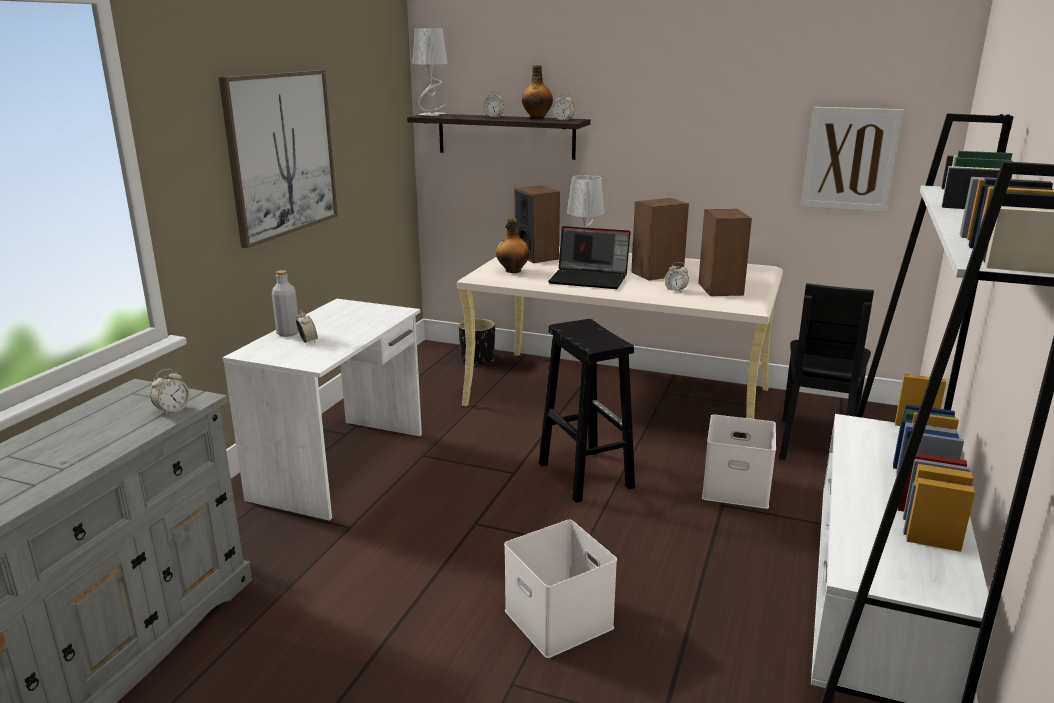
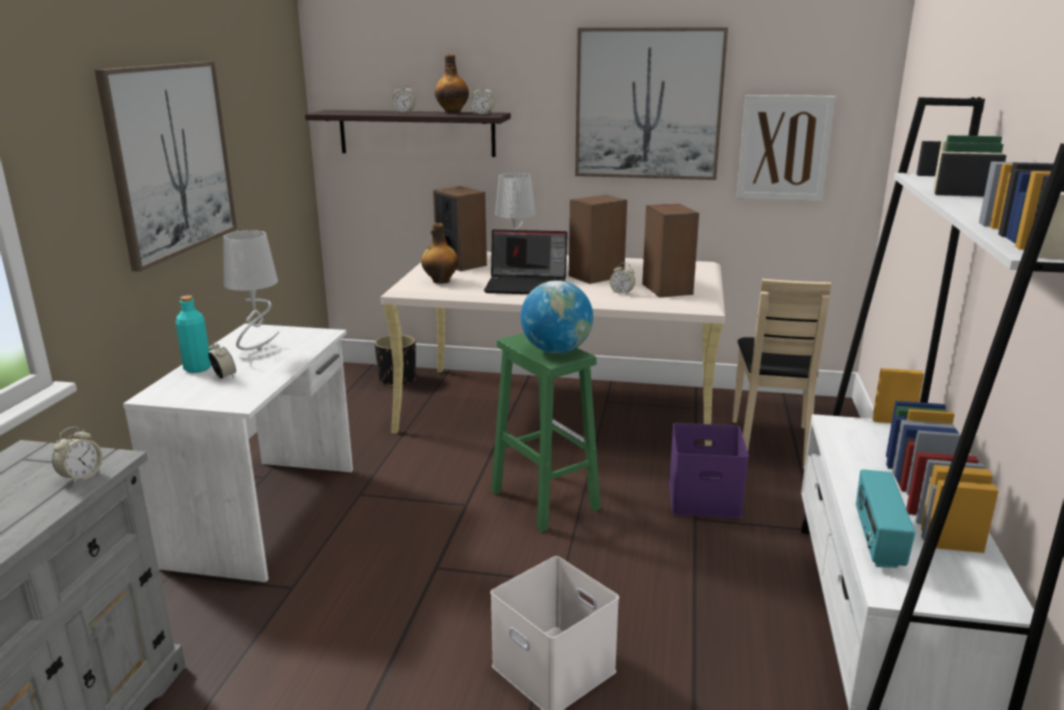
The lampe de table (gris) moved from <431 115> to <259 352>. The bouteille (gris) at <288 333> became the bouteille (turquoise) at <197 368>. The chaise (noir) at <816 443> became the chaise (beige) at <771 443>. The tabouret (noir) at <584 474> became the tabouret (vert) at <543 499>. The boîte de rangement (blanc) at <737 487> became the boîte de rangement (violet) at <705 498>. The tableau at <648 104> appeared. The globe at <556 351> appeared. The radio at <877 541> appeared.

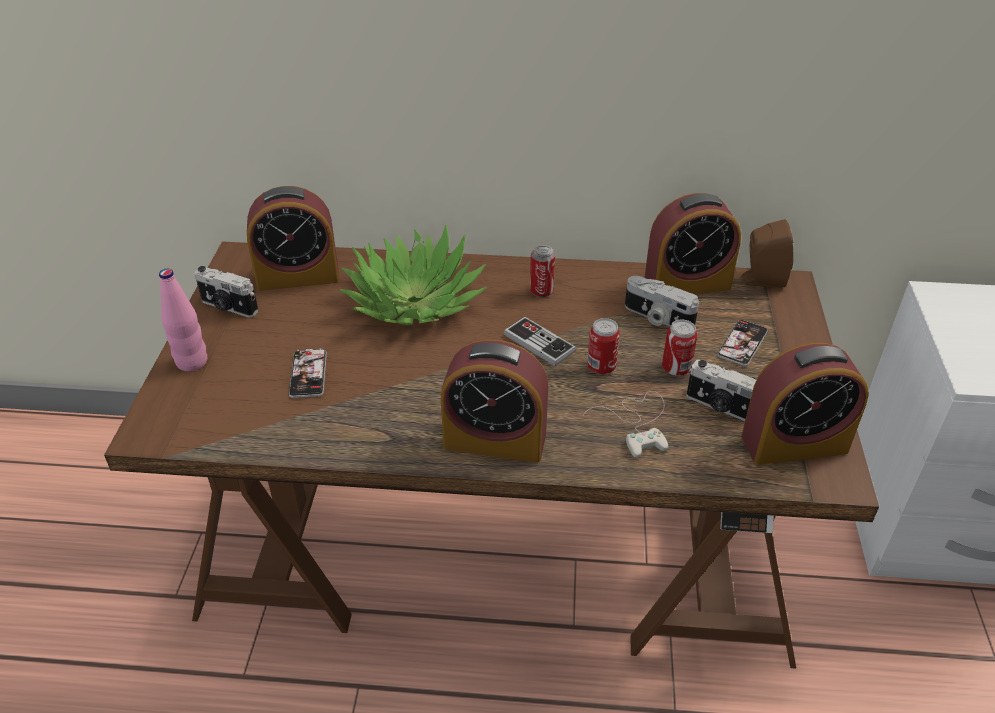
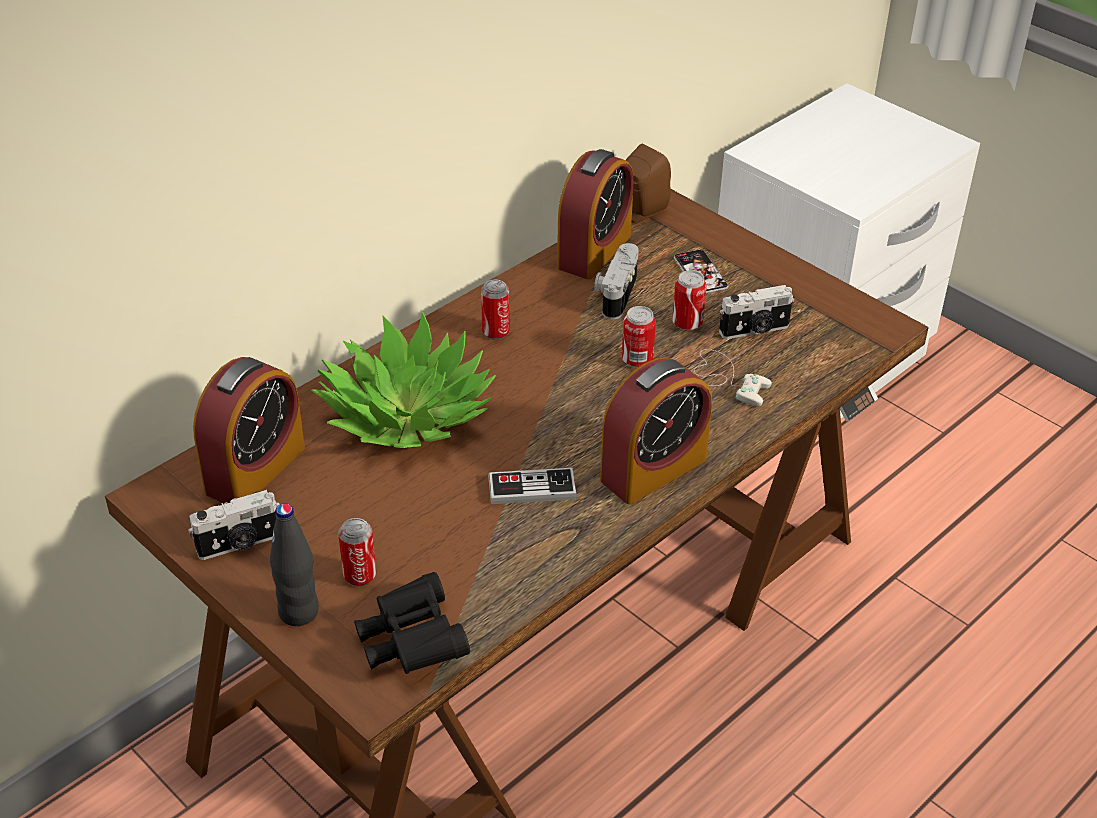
The bouteille (rose) at <192 362> became the bouteille (noir) at <299 612>. The appareil photo at <657 318> turned 120 degrees clockwise. The manette moved from <539 343> to <532 488>. The réveil at <794 443> disappeared. The téléphone at <308 374> disappeared. The boîte métallique at <359 575> appeared. The jumelles (noir) at <411 643> appeared.

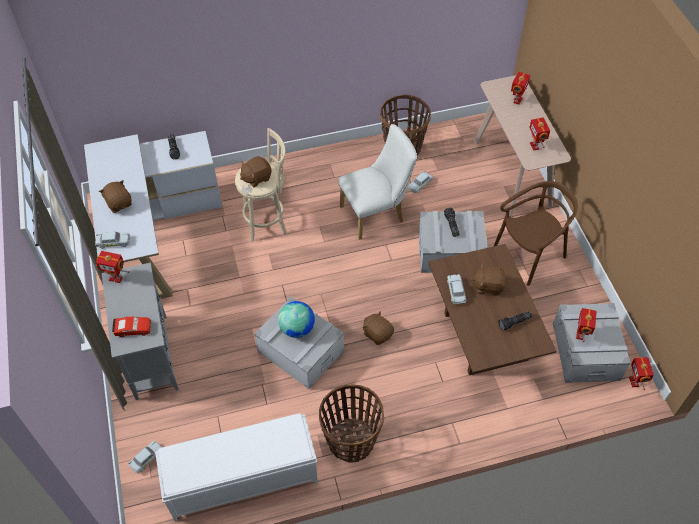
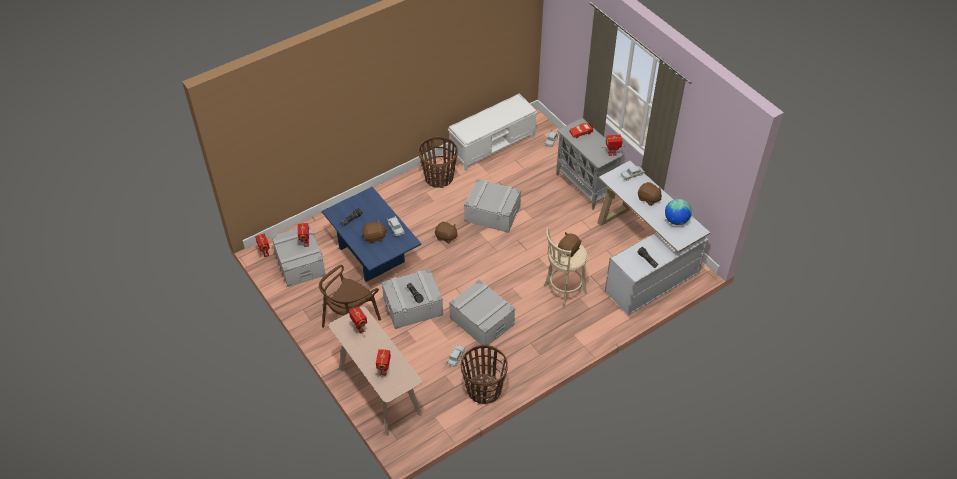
The chaise (blanc) at <376 213> was replaced by the boîte de rangement (gris) at <481 321>. The table basse (marron) at <482 336> became the table basse (bleu) at <374 254>. The globe moved from <297 328> to <676 220>.

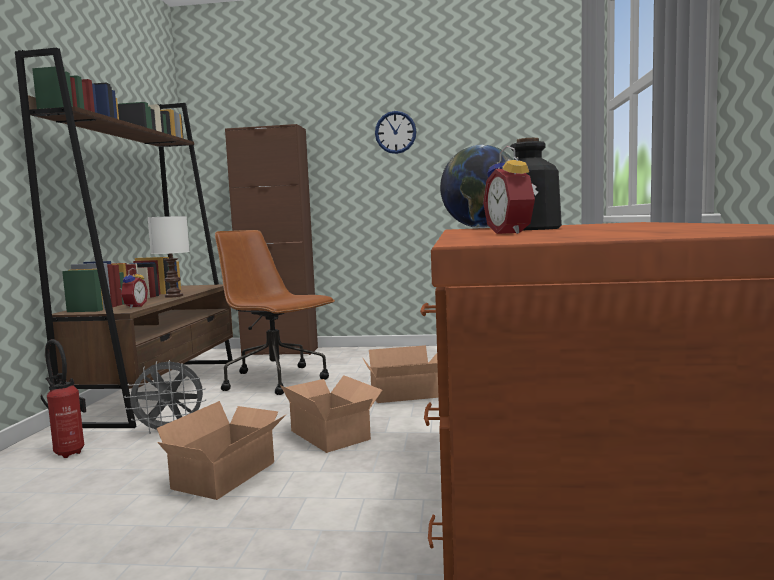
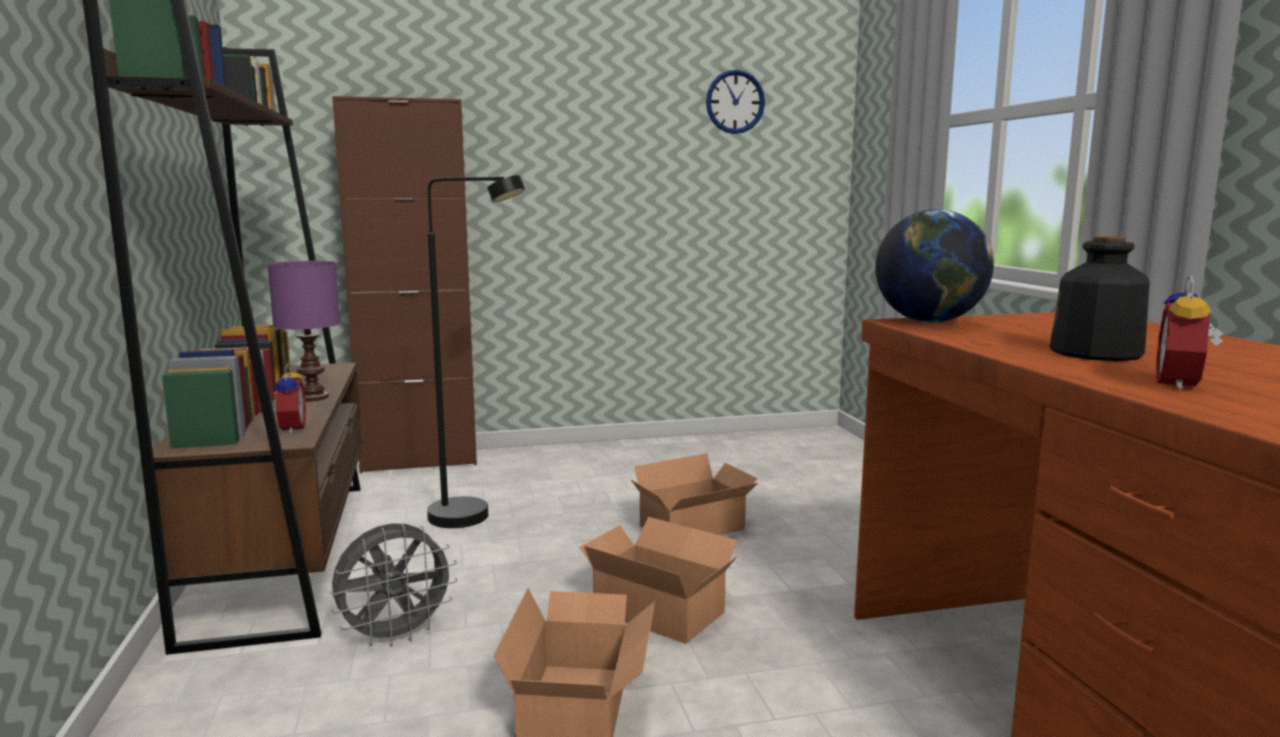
The horloge murale moved from <395 132> to <735 102>. The réveil at <512 233> turned 60 degrees clockwise. The lampe de table (blanc) at <173 296> became the lampe de table (violet) at <313 398>. The chaise de bureau (marron) at <277 380> was replaced by the lampadaire (noir) at <473 519>. The extincteur at <69 452> disappeared.

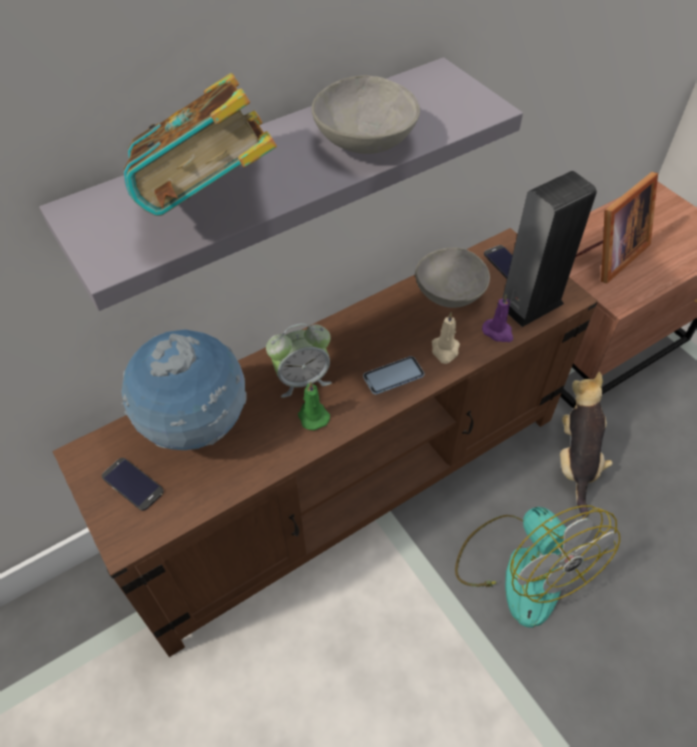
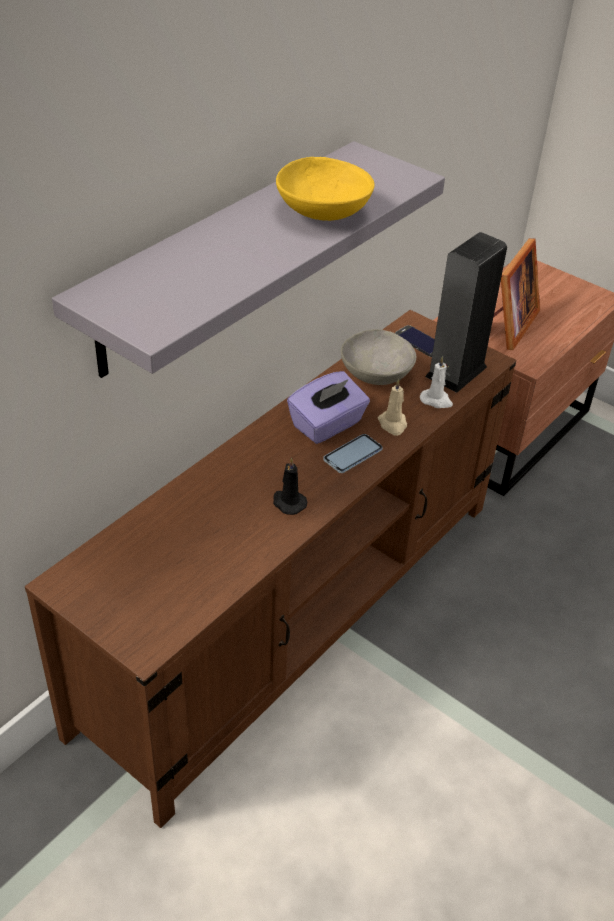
The livre at <209 201> disappeared. The bol (gris) at <364 140> became the bol (jaune) at <322 212>. The bougie (violet) at <498 332> became the bougie (blanc) at <436 400>. The réveil at <302 379> disappeared. The globe at <196 427> disappeared. The peluche at <576 461> disappeared. The bougie (vert) at <312 416> became the bougie (noir) at <288 502>. The téléphone at <132 484> disappeared. The ventilateur at <521 567> disappeared. The boîte à mouchoirs (violet) at <327 425> appeared.

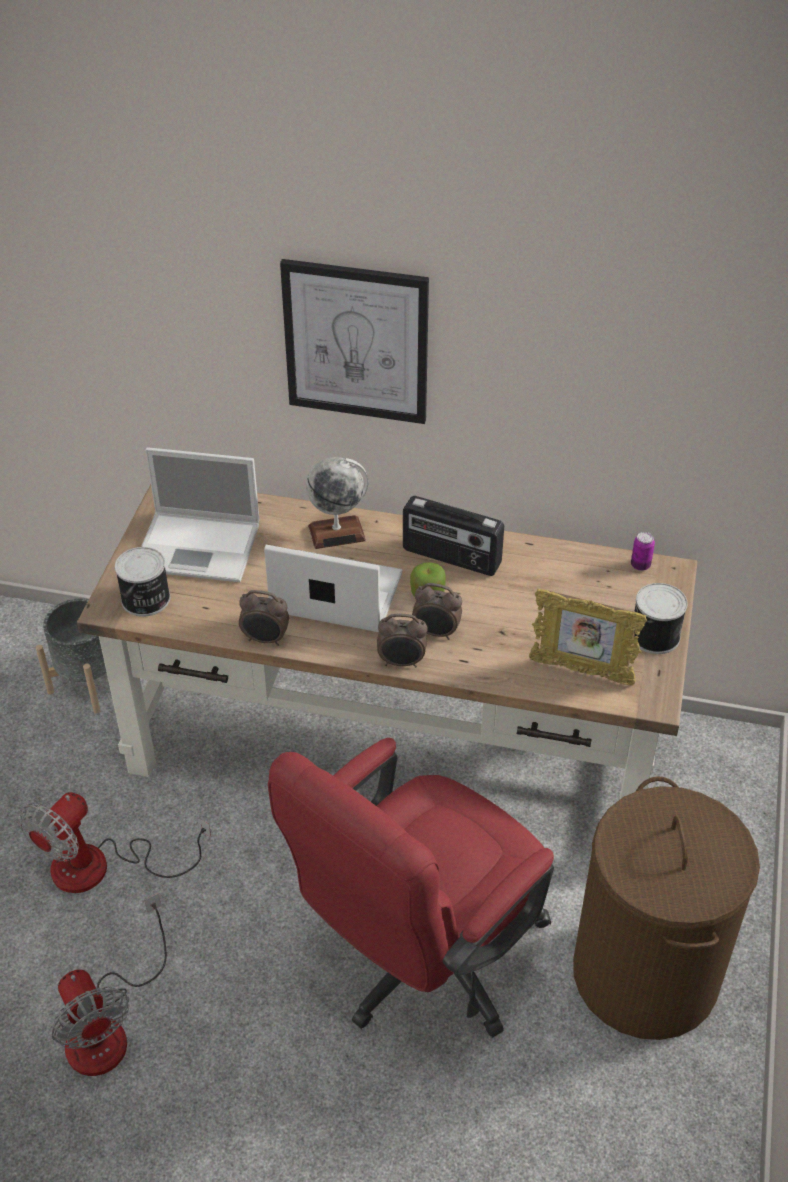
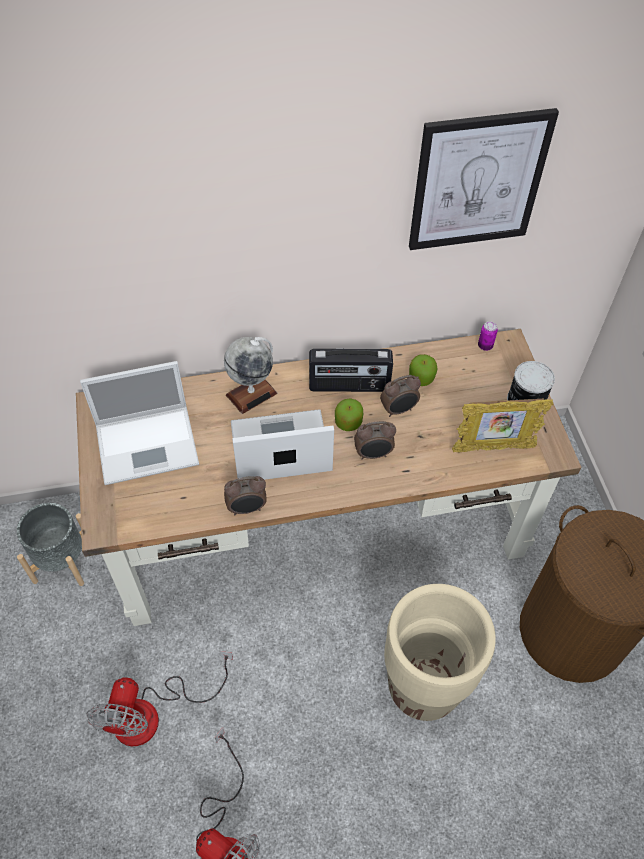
The tableau moved from <356 342> to <477 181>. The boîte métallique at <146 600> disappeared. The réveil moved from <401 662> to <399 410>. The chaise de bureau (rouge) at <419 962> was replaced by the cache-pot (beige) at <422 688>. The pomme at <421 378> appeared.

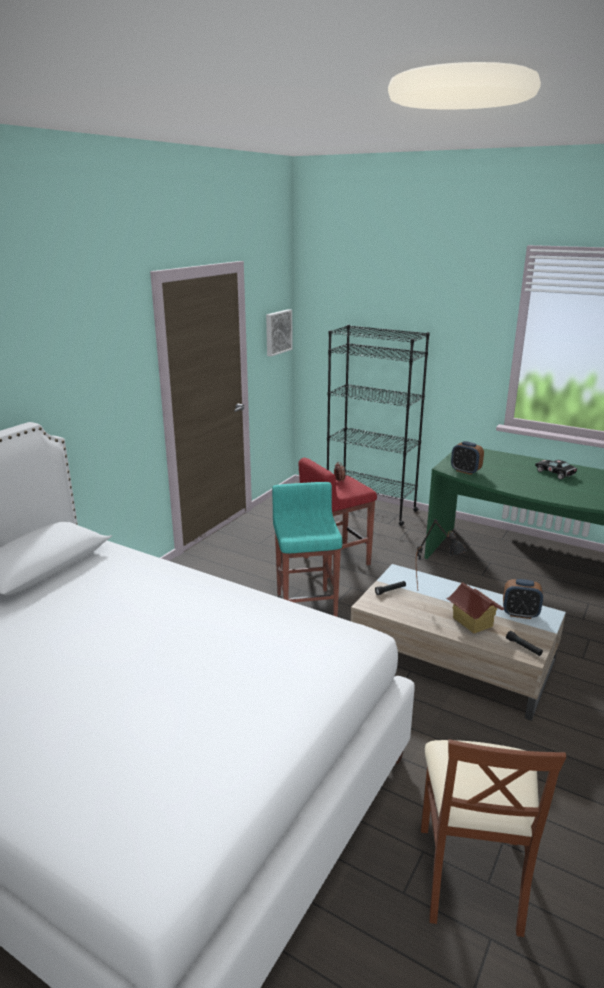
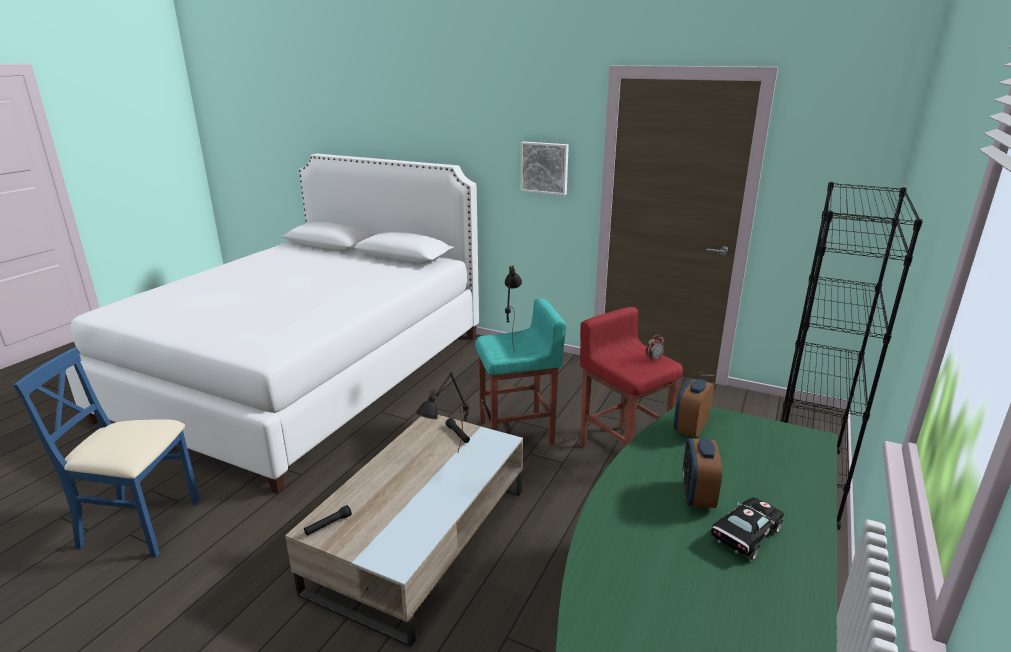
The tableau moved from <277 332> to <544 167>. The réveil moved from <520 614> to <697 496>. The maison miniature at <472 622> disappeared. The chaise (marron) at <471 875> became the chaise (bleu) at <141 525>. The lampe de table (noir) at <510 343> appeared.

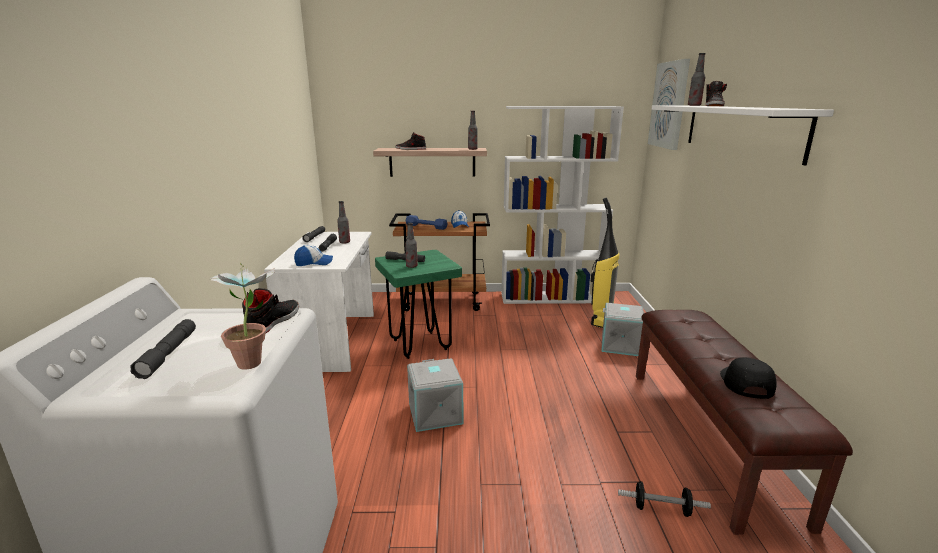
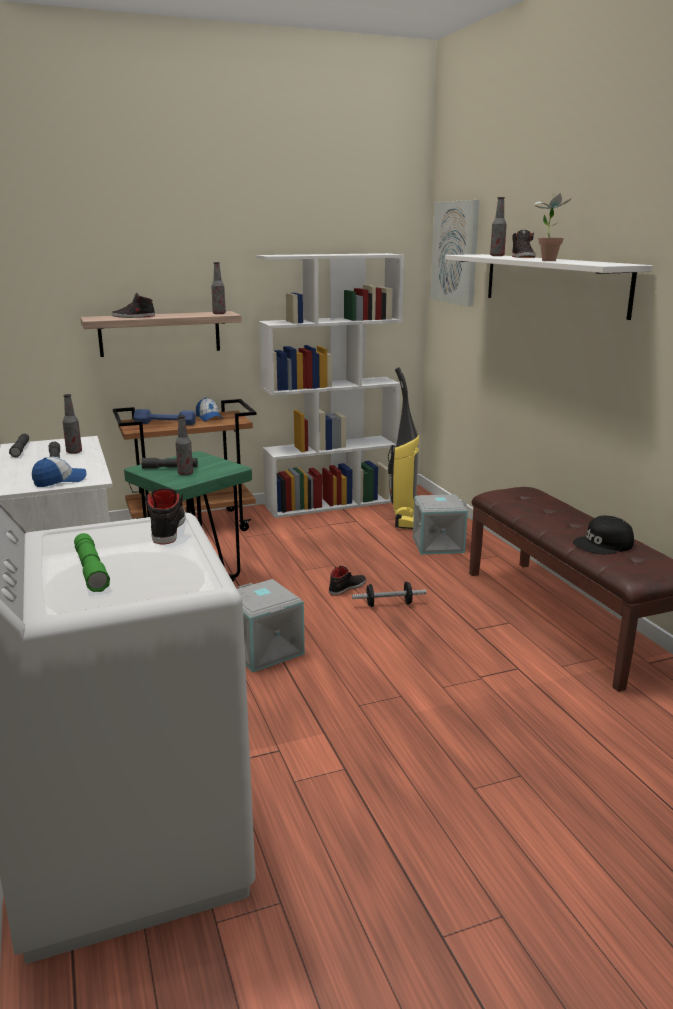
The plante en pot moved from <255 359> to <547 260>. The lampe de poche (gris) at <168 354> became the lampe de poche (vert) at <91 570>. The casquette (noir) at <745 382> turned 105 degrees counterclockwise. The haltère moved from <661 509> to <389 604>. The chaussure (noir) at <347 587> appeared.

